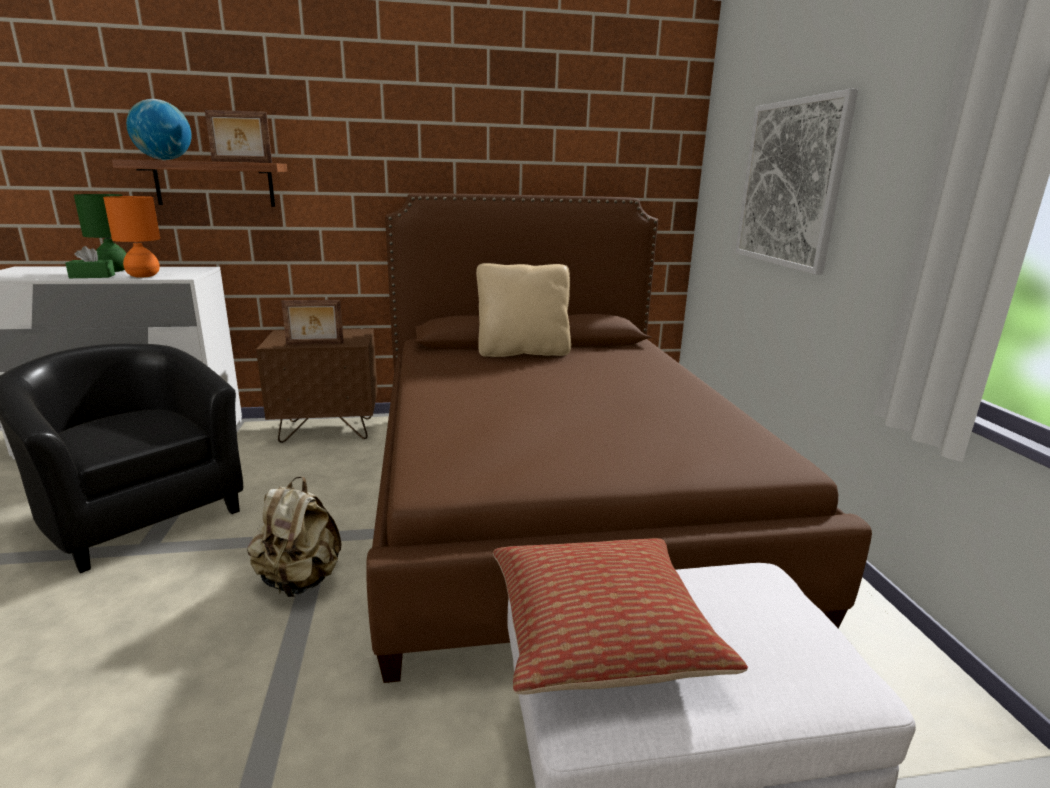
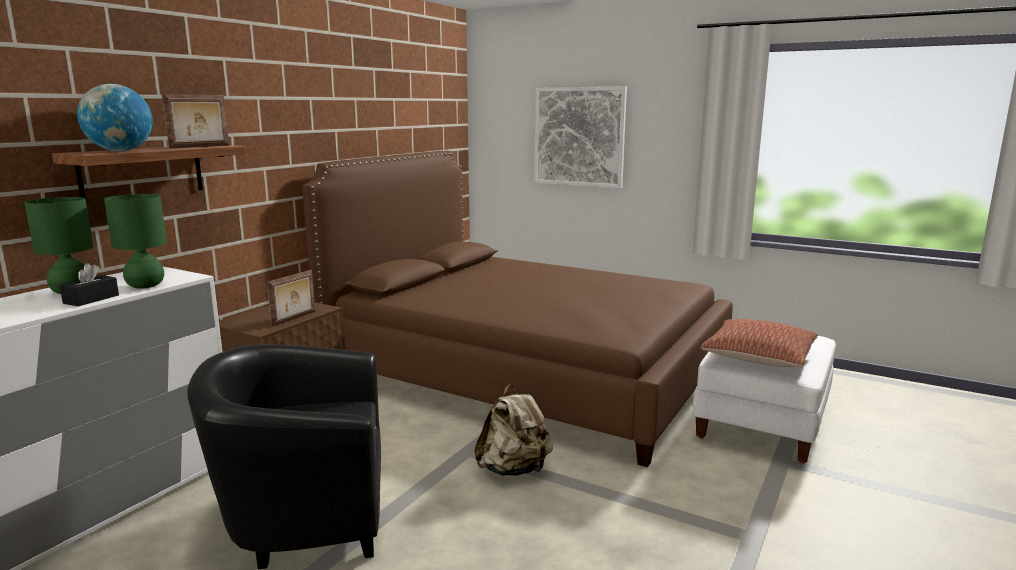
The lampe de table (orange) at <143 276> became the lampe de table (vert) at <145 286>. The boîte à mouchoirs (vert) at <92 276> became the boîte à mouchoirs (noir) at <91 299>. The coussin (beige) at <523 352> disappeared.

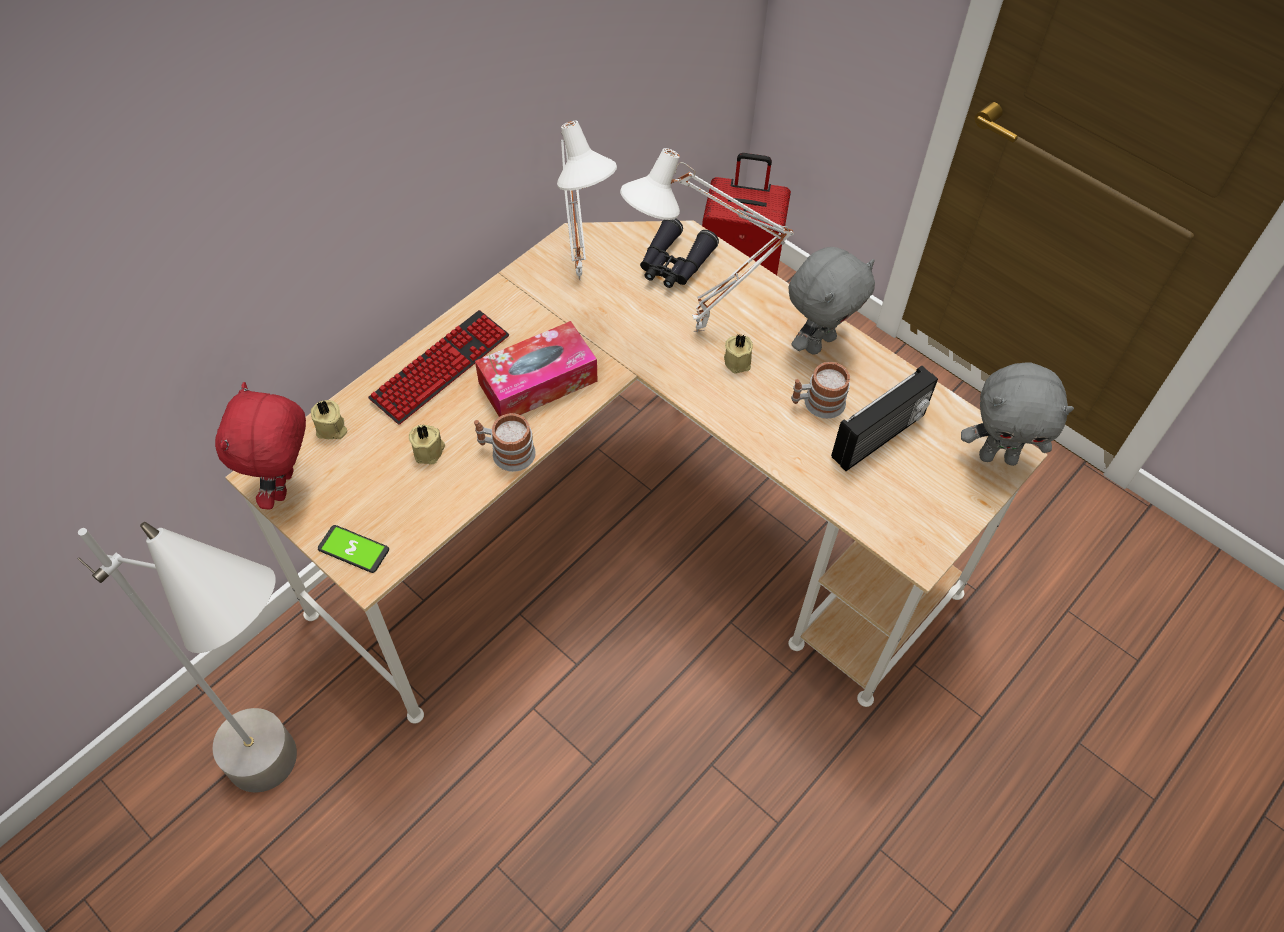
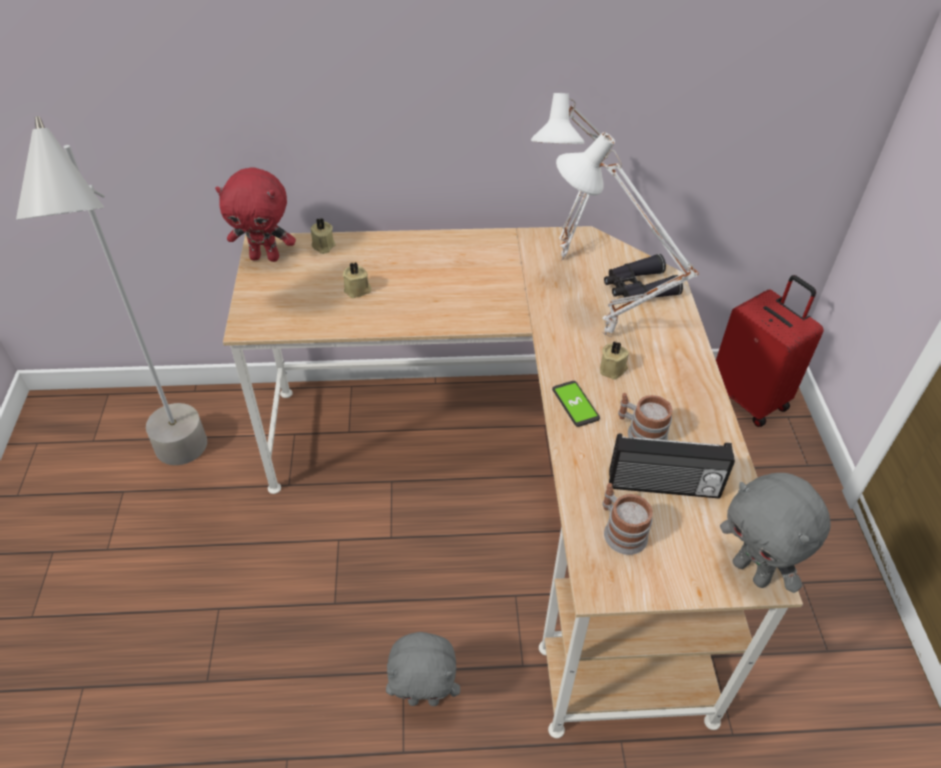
The peluche (gris) moved from <818 342> to <424 698>. The clavier at <440 368> disappeared. The boîte à mouchoirs at <538 382> disappeared. The peluche (rouge) at <285 486> turned 135 degrees counterclockwise. The mug moved from <506 452> to <620 530>. The téléphone moved from <353 549> to <575 404>.

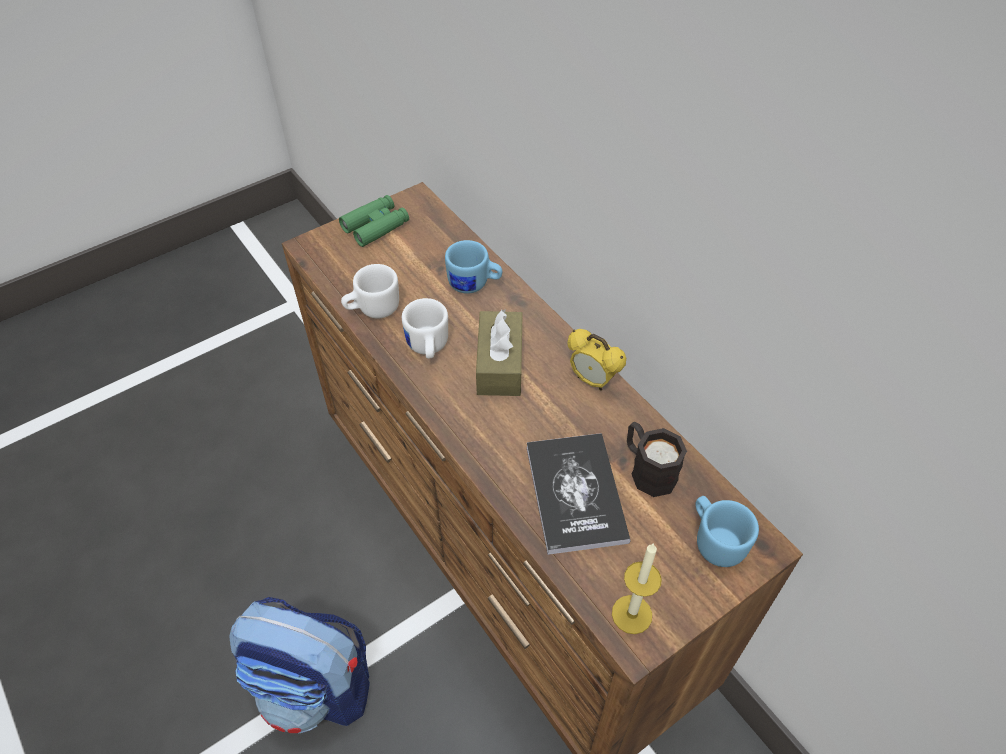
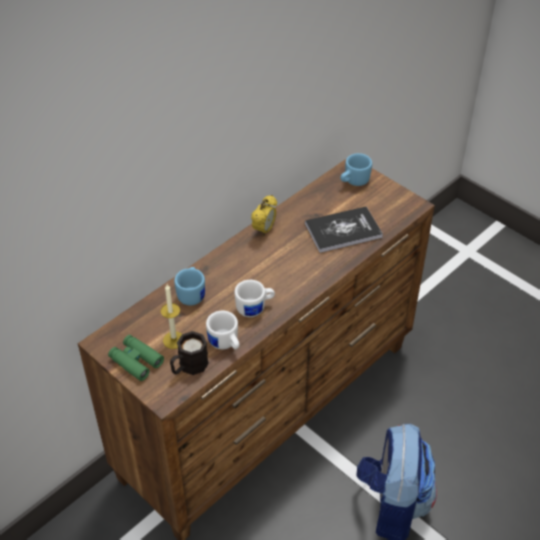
The boîte à mouchoirs (marron) at <499 364> disappeared. The mug (noir) moved from <647 469> to <188 367>. The bougie moved from <631 614> to <174 340>.

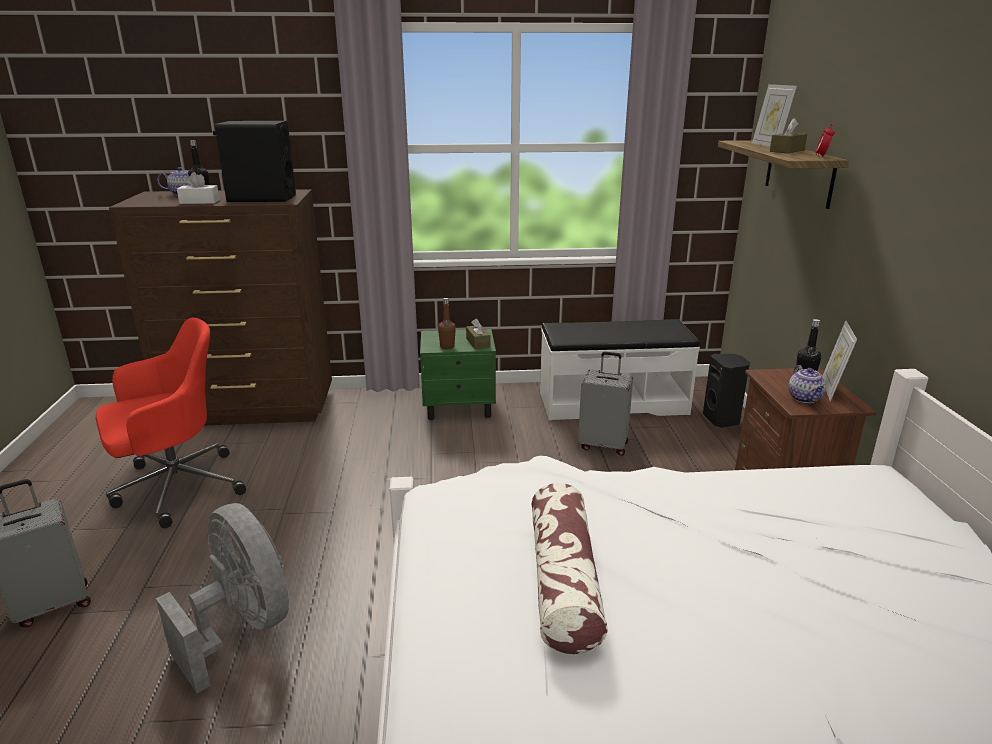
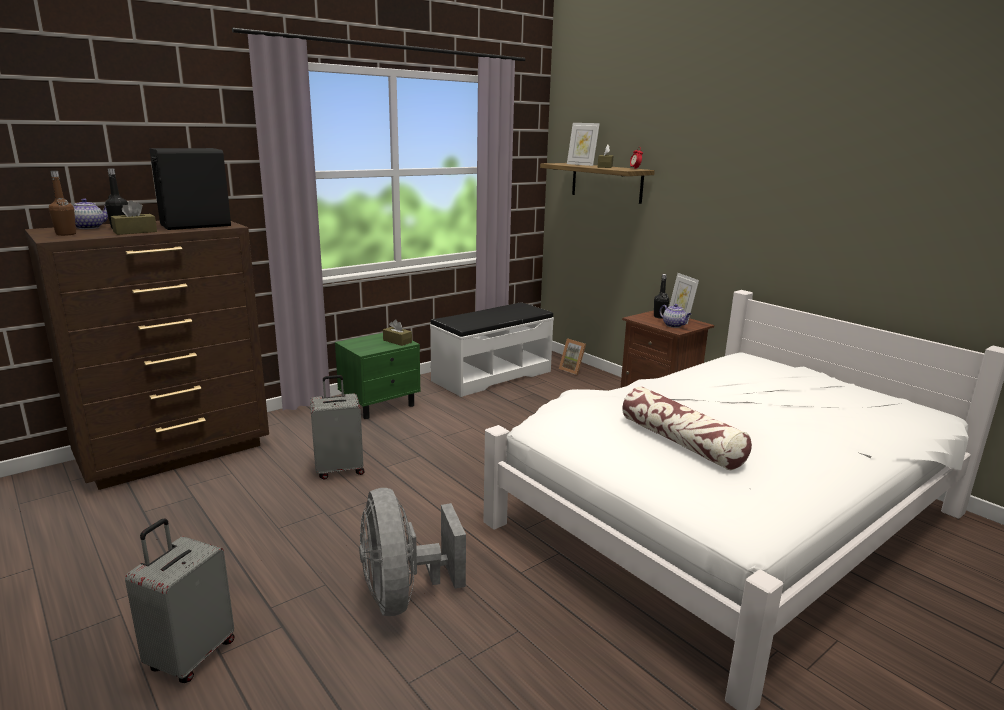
The boîte à mouchoirs (blanc) at <199 202> became the boîte à mouchoirs (marron) at <135 232>. The bouteille (marron) moved from <447 346> to <66 234>. The chaise de bureau (rouge) at <175 488> disappeared. The valise (gris) moved from <603 445> to <339 470>. The enceinte (noir) at <722 419> was replaced by the cadre photo at <573 370>. The ventilateur (gris) at <242 627> turned 120 degrees counterclockwise.

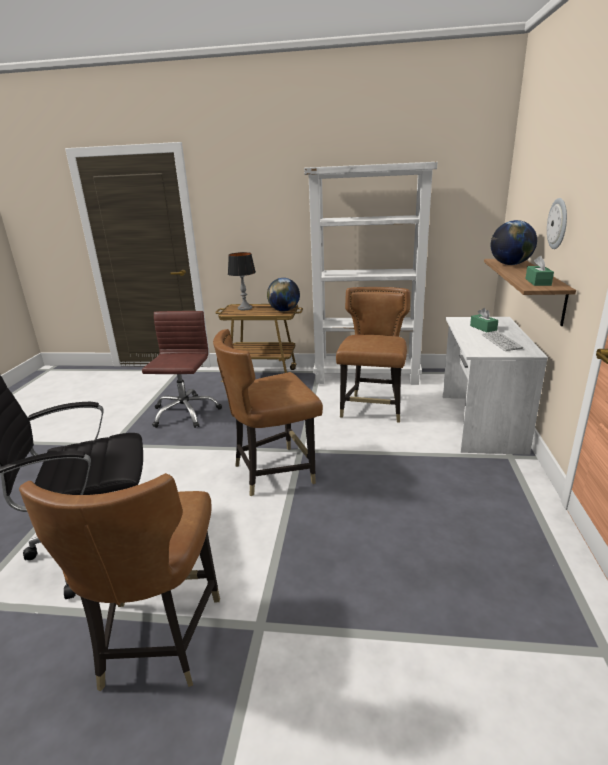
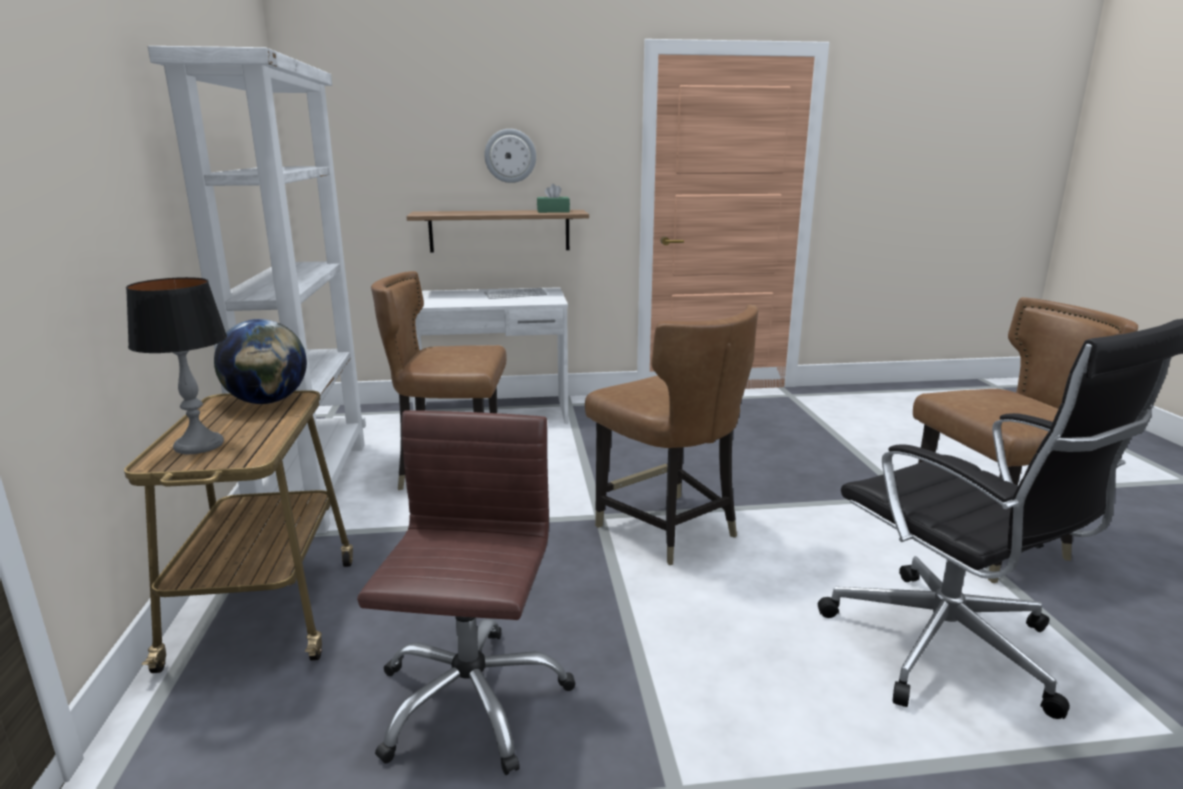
The globe at <510 264> disappeared. The boîte à mouchoirs (vert) at <483 328> disappeared. The chaise de bureau (marron) at <185 413> turned 105 degrees clockwise.

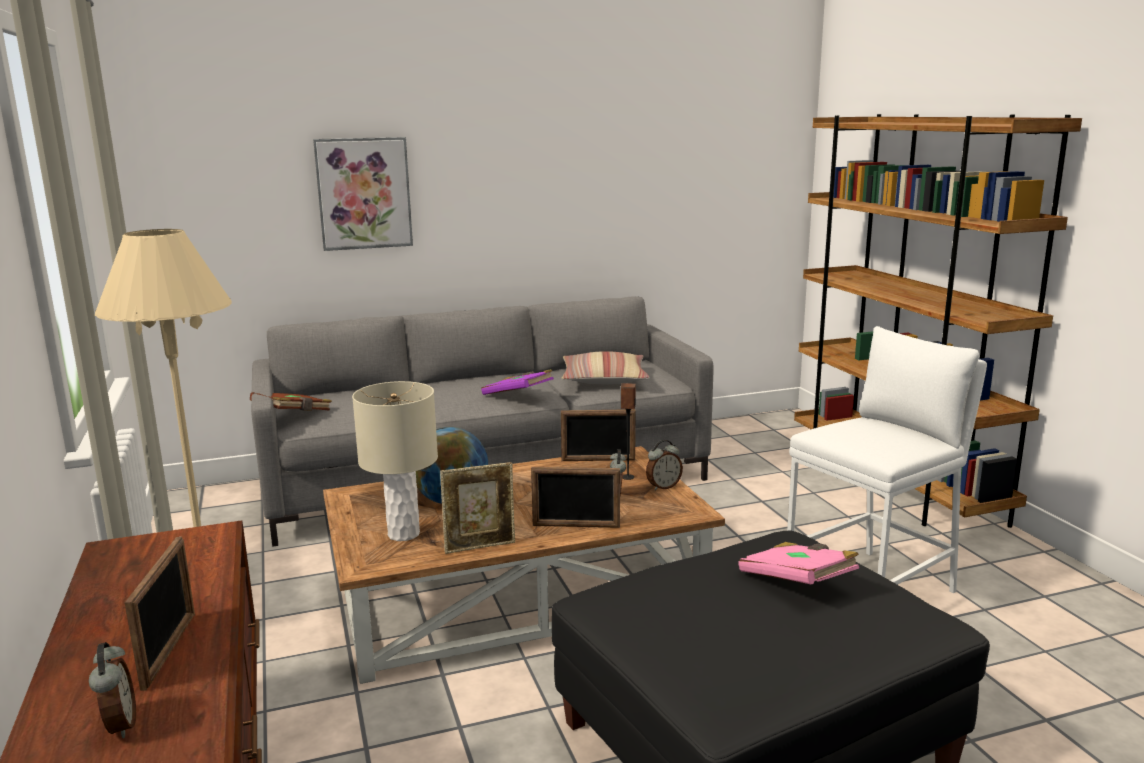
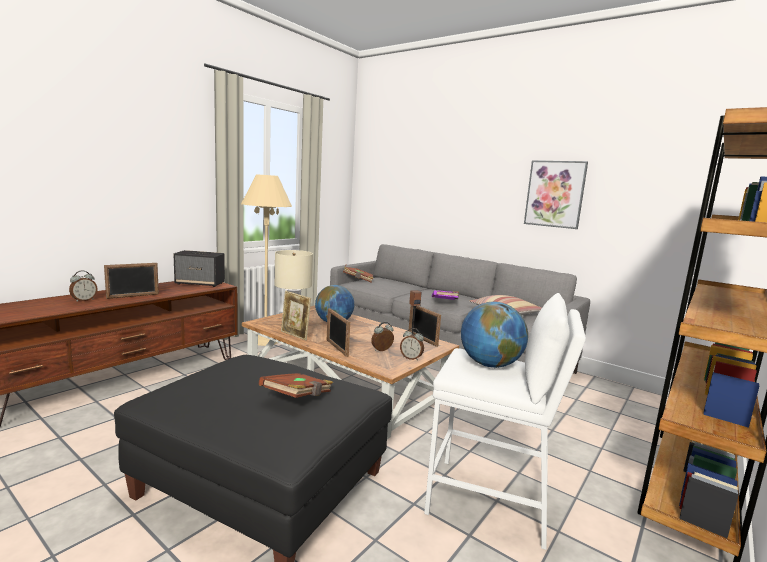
The tableau moved from <364 193> to <555 194>. The livre (rose) at <797 582> became the livre (marron) at <298 398>. The enceinte at <200 283> appeared. The globe at <490 365> appeared.

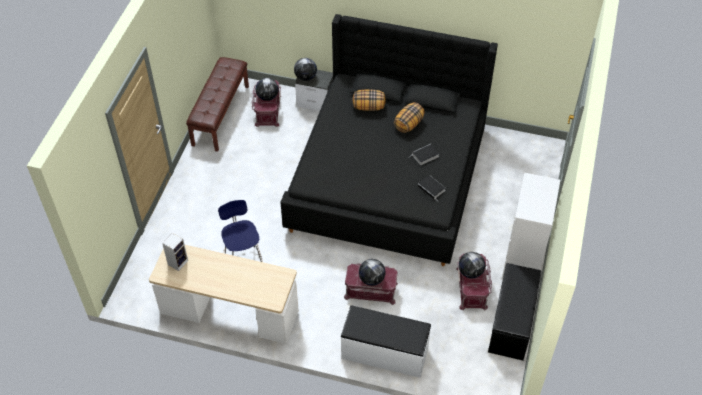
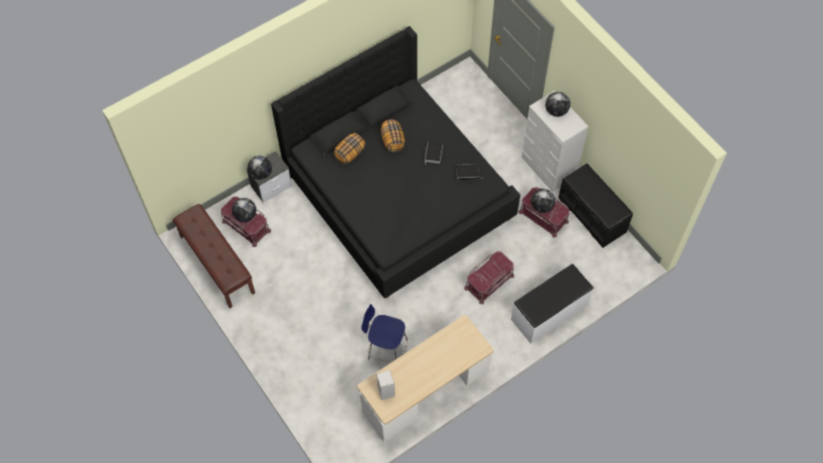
The globe moved from <371 279> to <556 111>.

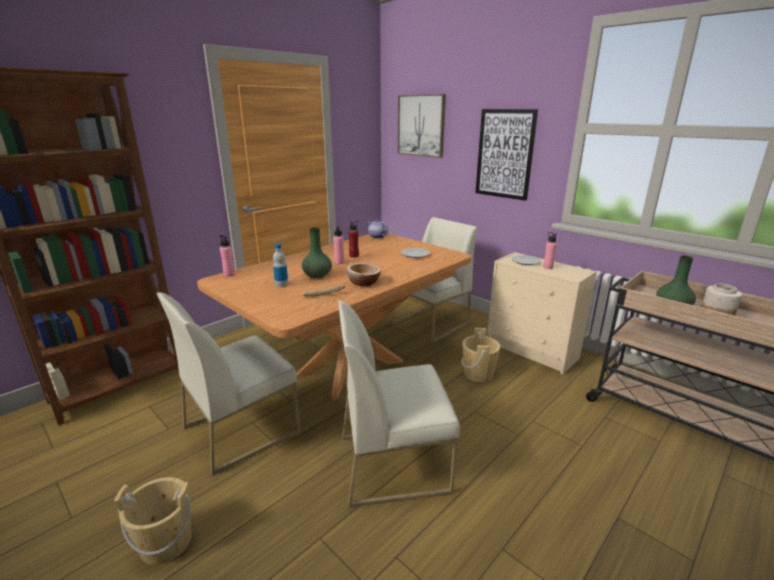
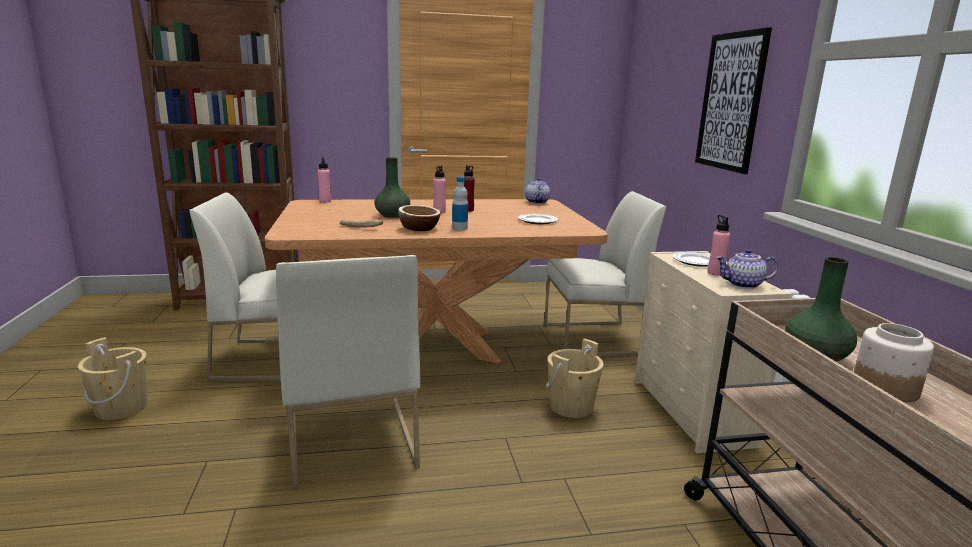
The tableau at <421 125> disappeared. The bouteille moved from <281 285> to <459 228>. The chaise (blanc) at <394 462> turned 135 degrees counterclockwise. The théière at <743 285> appeared.

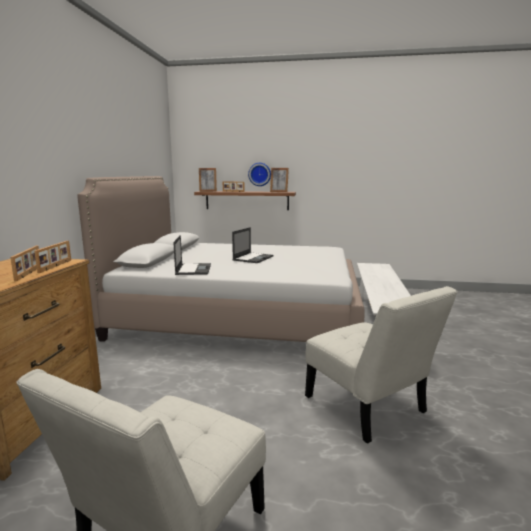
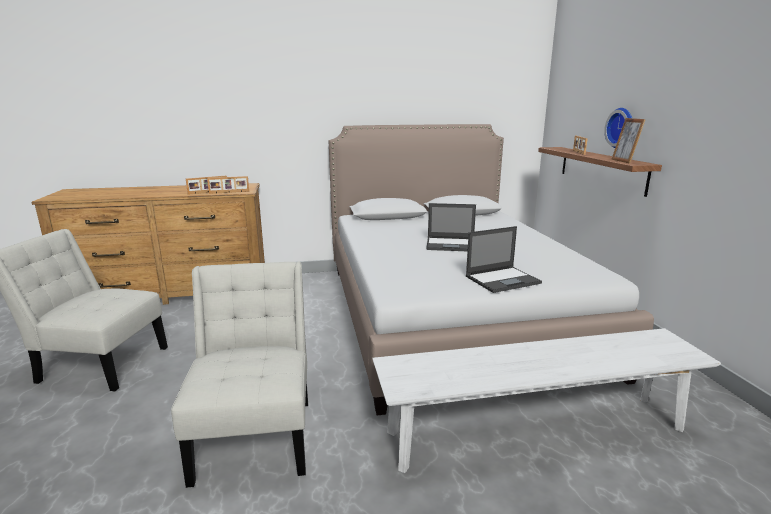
The cadre photo at <208 191> disappeared. The ordinateur portable moved from <193 269> to <503 279>. The chaise (blanc) at <368 408> turned 135 degrees clockwise.

